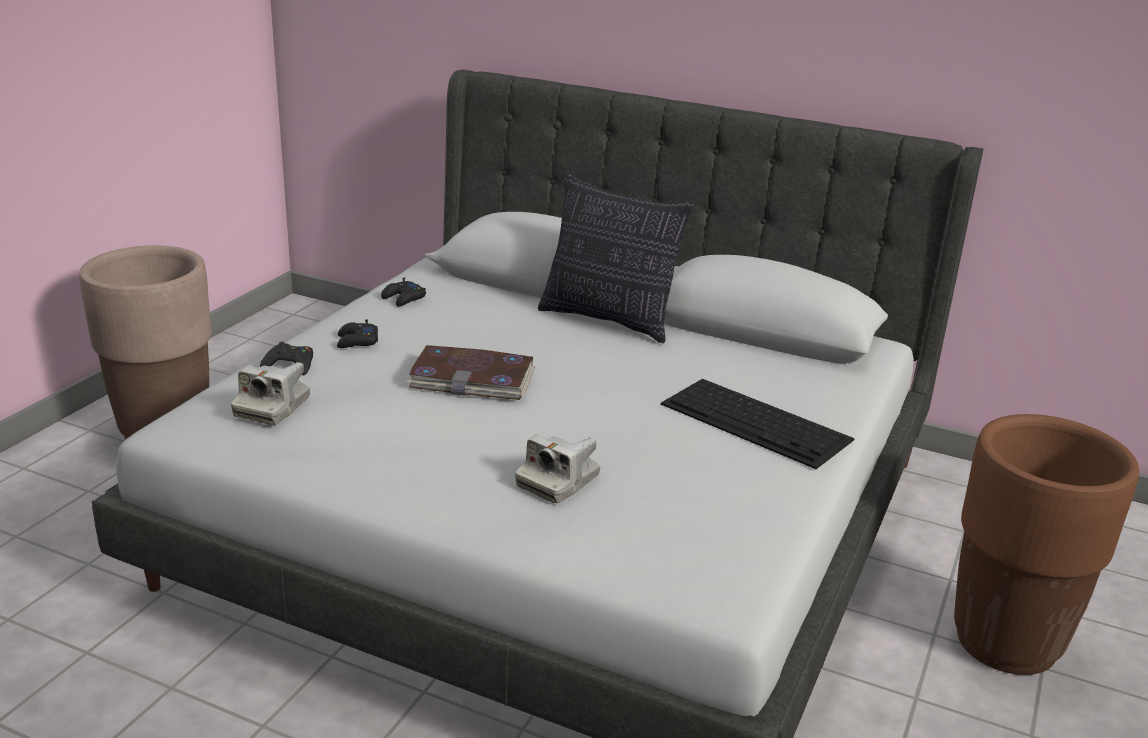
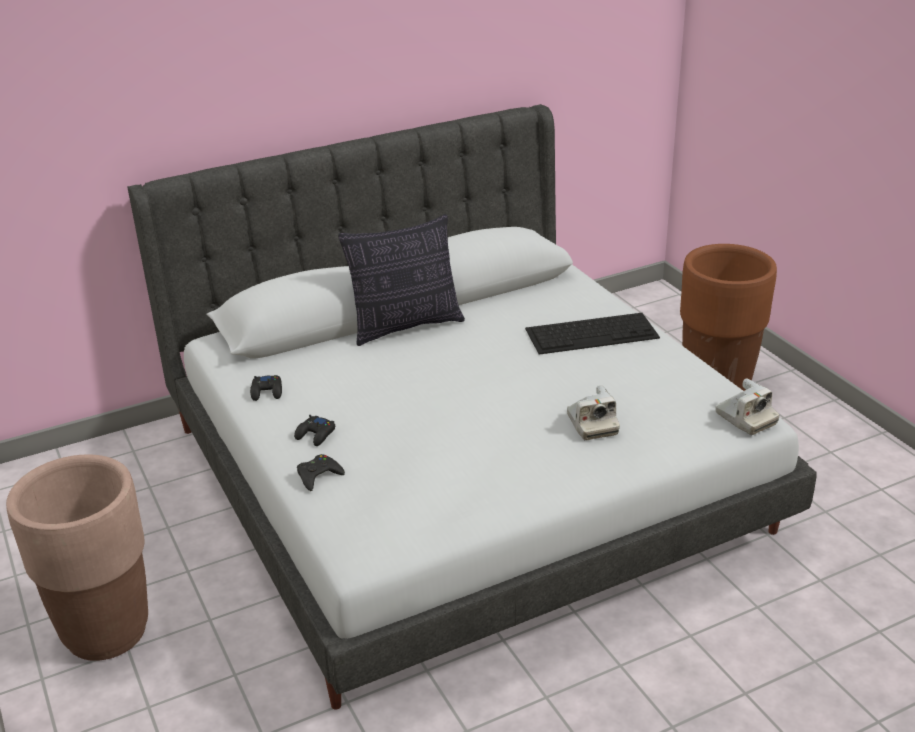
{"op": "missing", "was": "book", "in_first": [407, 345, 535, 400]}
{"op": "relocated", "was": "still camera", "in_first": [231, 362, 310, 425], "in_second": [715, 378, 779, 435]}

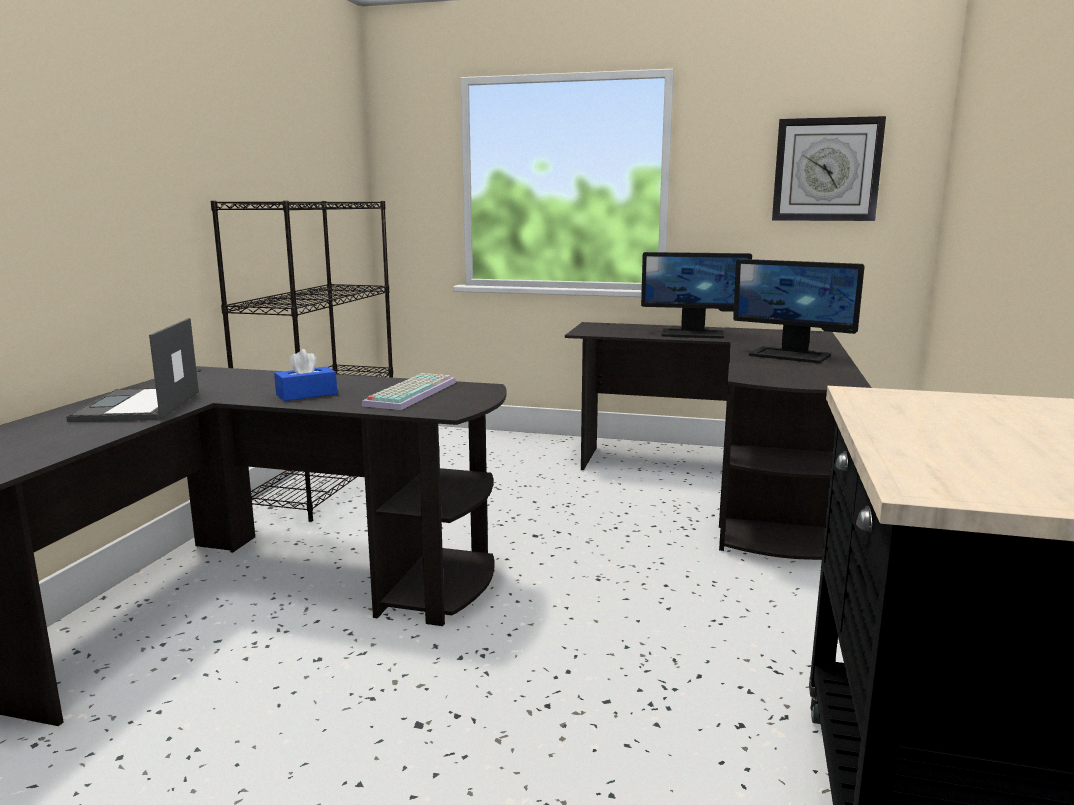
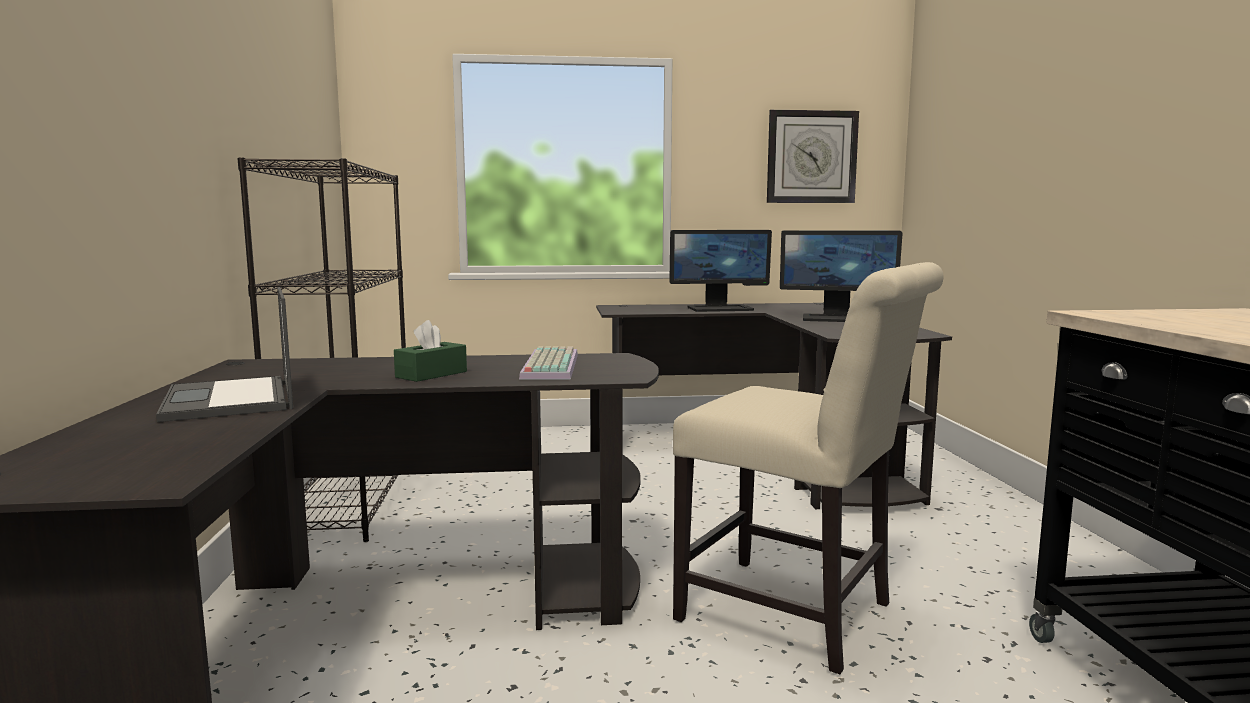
{"op": "appeared", "now": "plain chair (sand-coloured)", "in_second": [673, 262, 944, 674]}
{"op": "colour", "was": "box of tissues (bluish)", "now": "box of tissues (green)", "in_first": [274, 349, 337, 401], "in_second": [394, 320, 467, 382]}

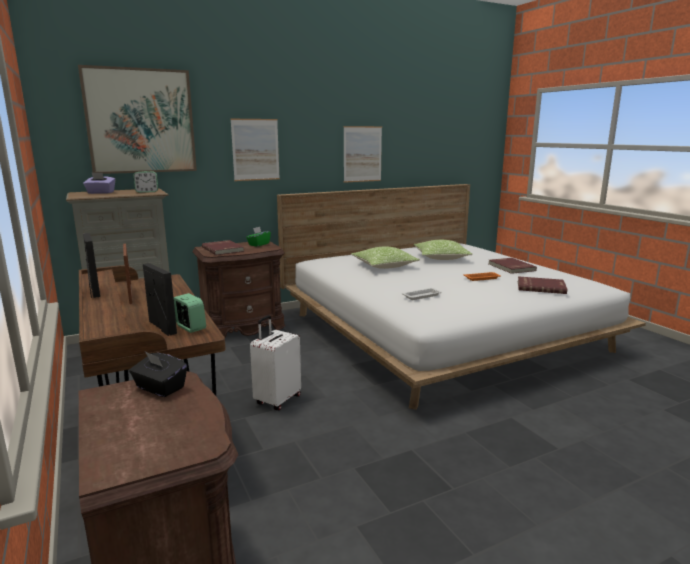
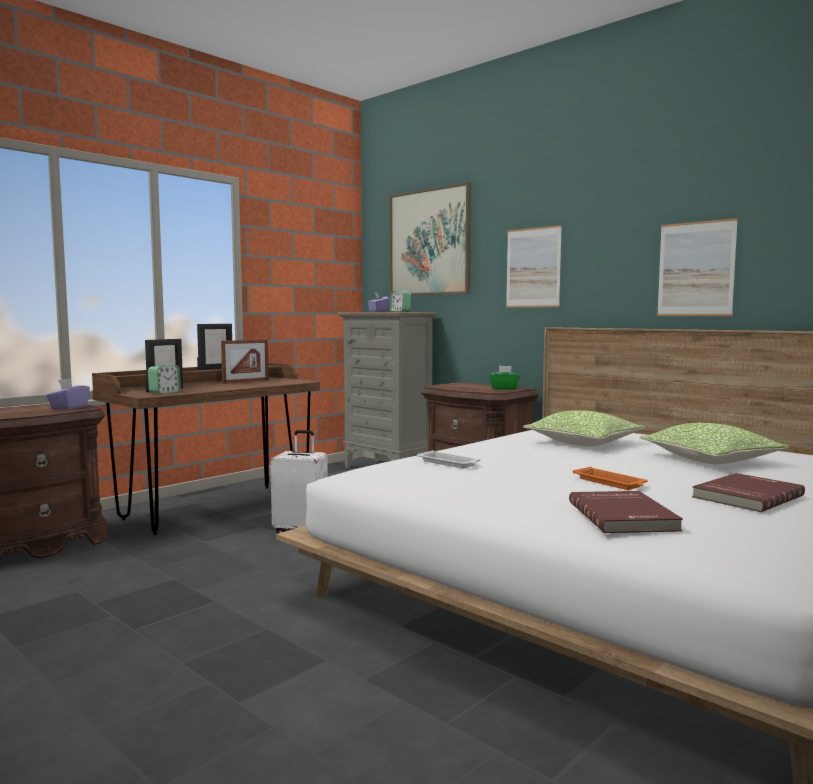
{"op": "missing", "was": "book (reddish)", "in_first": [202, 240, 244, 255]}
{"op": "colour", "was": "box of tissues (black)", "now": "box of tissues (purplish)", "in_first": [129, 352, 187, 397], "in_second": [46, 378, 90, 410]}

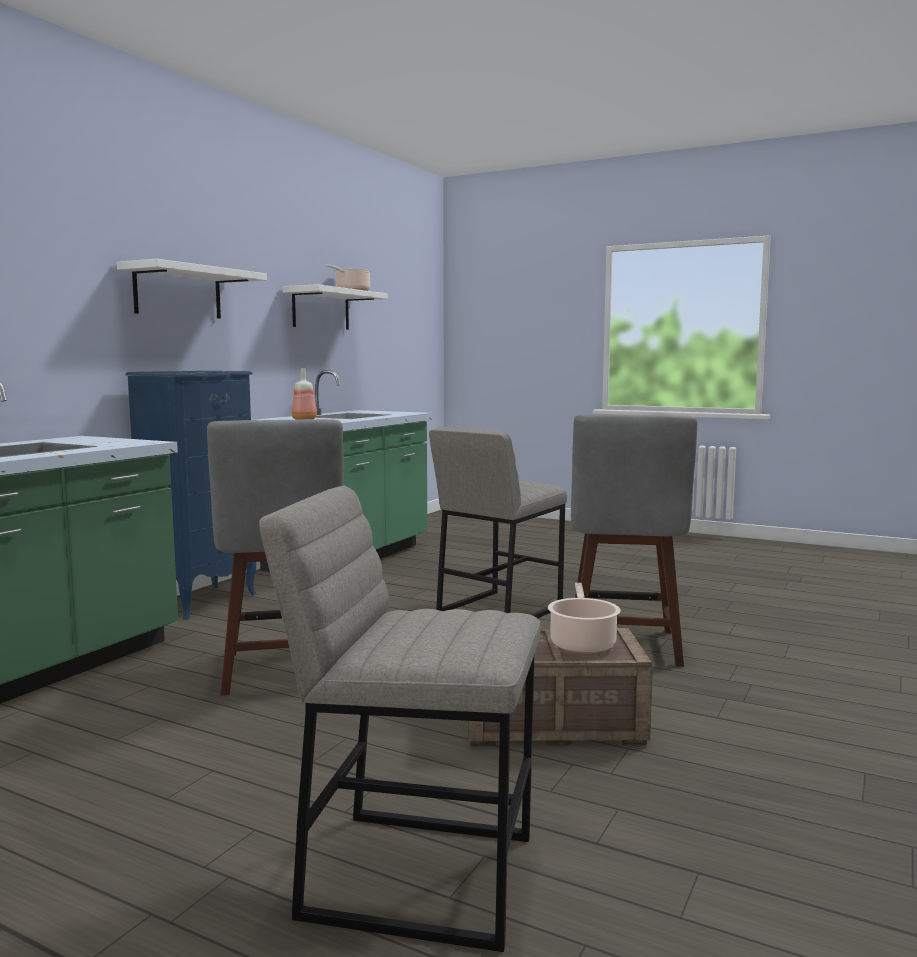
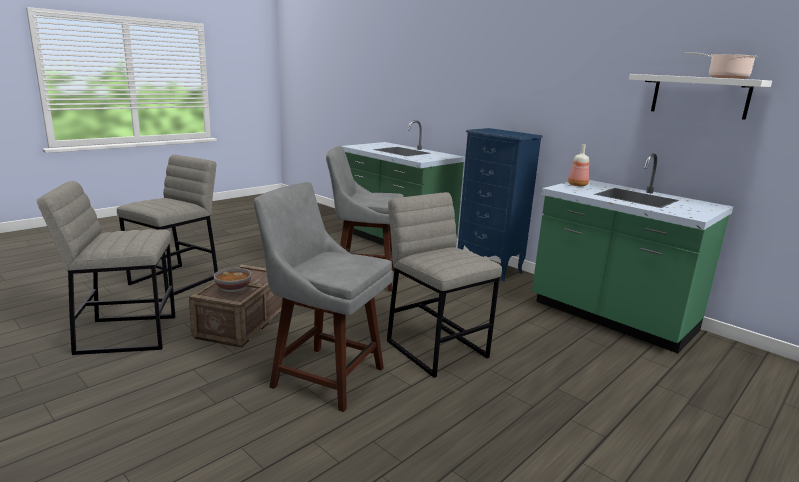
{"op": "missing", "was": "bracket shelf (white)", "in_first": [117, 259, 267, 319]}
{"op": "appeared", "now": "plain chair (gray)", "in_second": [37, 181, 175, 355]}
{"op": "exchanged", "was": "stockpot", "now": "deep dish", "in_first": [548, 583, 621, 654], "in_second": [214, 268, 252, 292]}

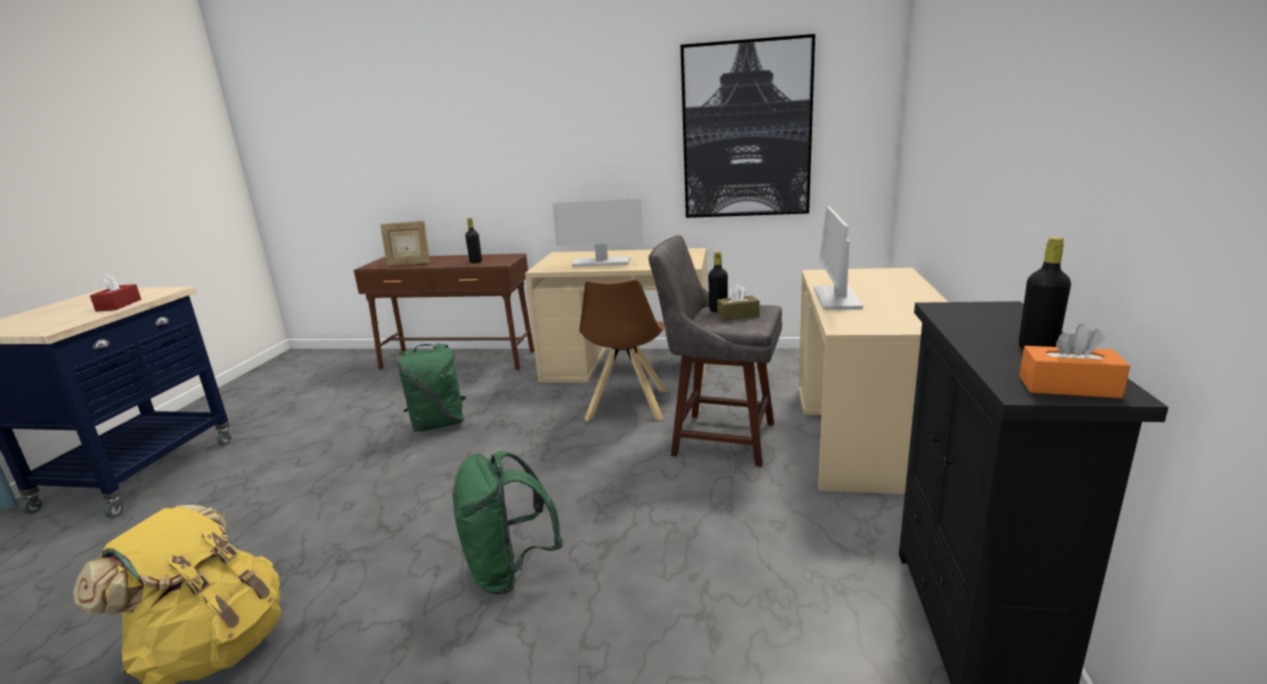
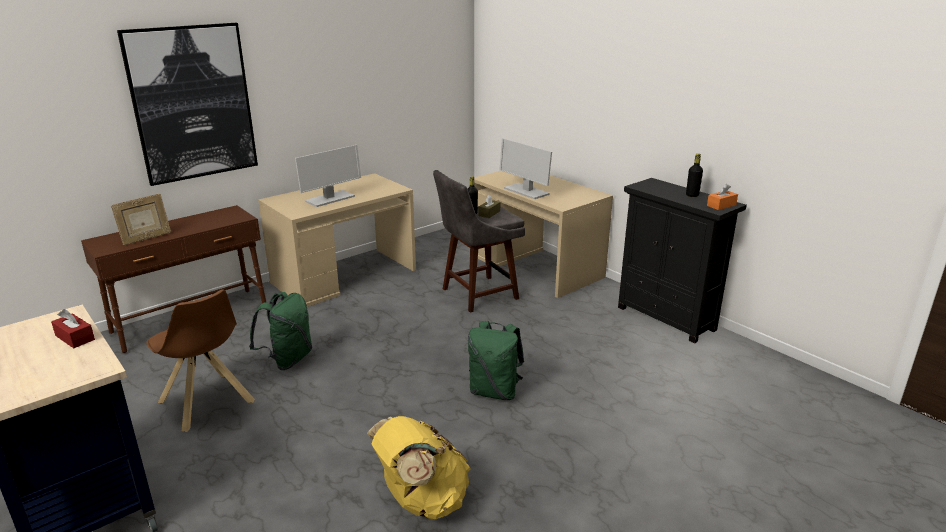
{"op": "missing", "was": "beverage bottle (black)", "in_first": [465, 218, 482, 263]}
{"op": "relocated", "was": "plain chair (brownish)", "in_first": [579, 279, 667, 421], "in_second": [146, 290, 255, 432]}
{"op": "relocated", "was": "picture", "in_first": [680, 34, 815, 218], "in_second": [117, 23, 258, 186]}

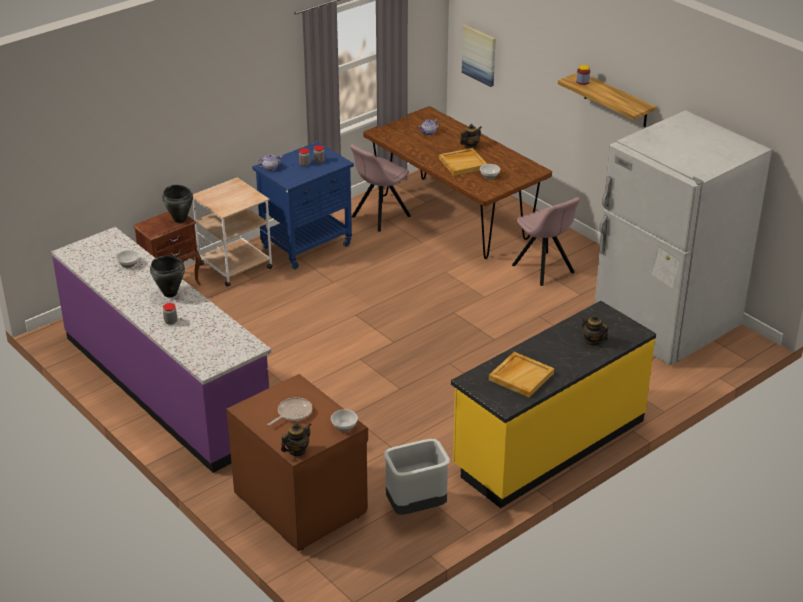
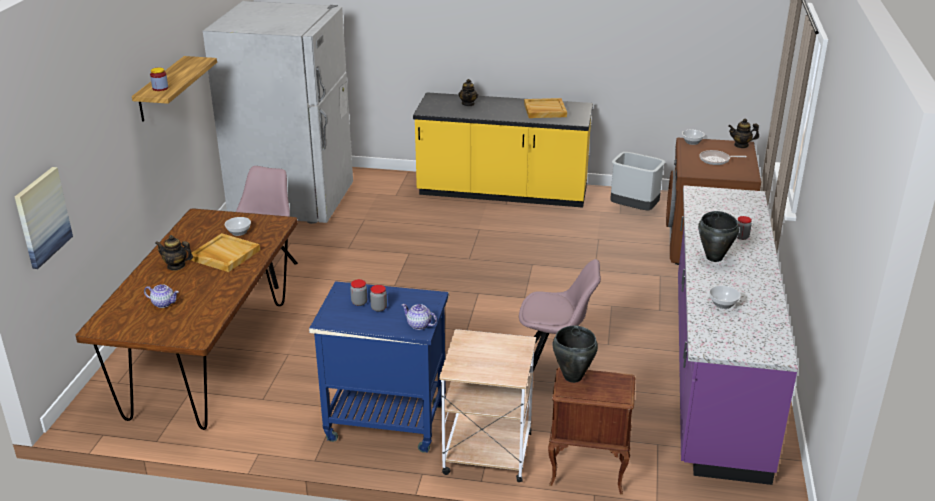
{"op": "relocated", "was": "plain chair (pinkish)", "in_first": [350, 144, 411, 232], "in_second": [519, 259, 601, 372]}

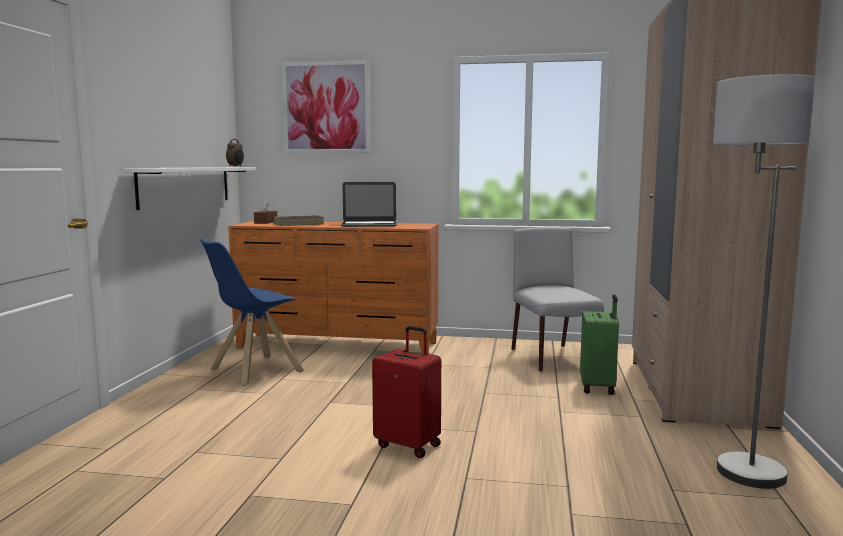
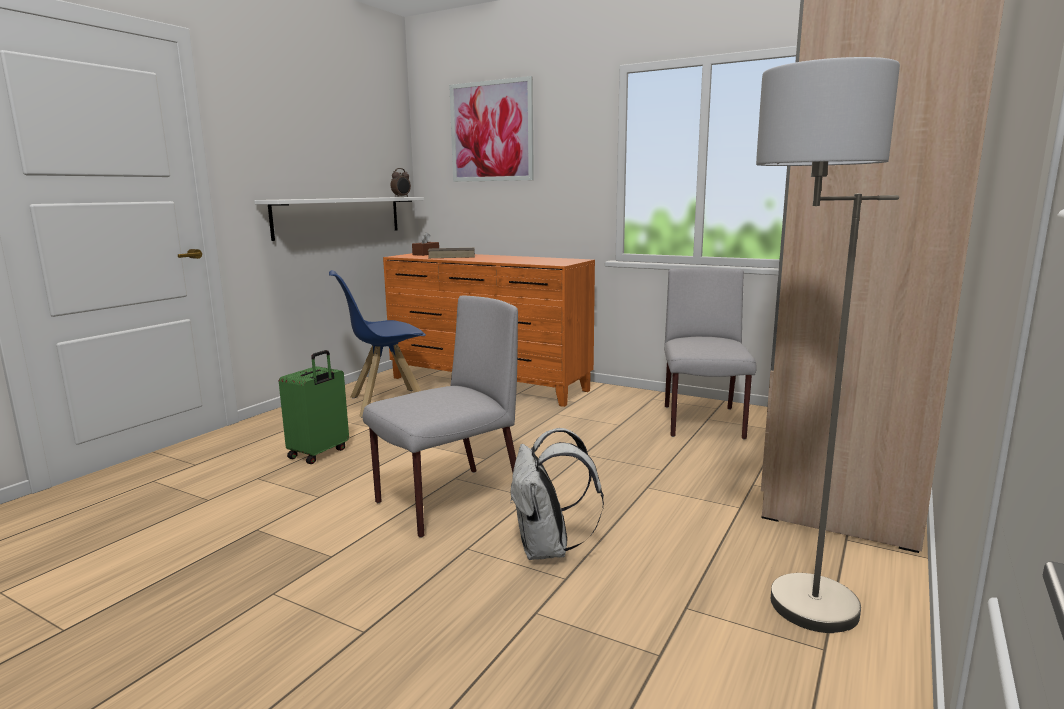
{"op": "missing", "was": "portable computer", "in_first": [341, 182, 397, 227]}
{"op": "appeared", "now": "knapsack (white)", "in_second": [510, 428, 604, 560]}
{"op": "relocated", "was": "piece of luggage (green)", "in_first": [580, 294, 619, 395], "in_second": [279, 350, 349, 464]}
{"op": "exchanged", "was": "piece of luggage (reddish)", "now": "plain chair (gray)", "in_first": [372, 326, 441, 458], "in_second": [363, 295, 518, 538]}

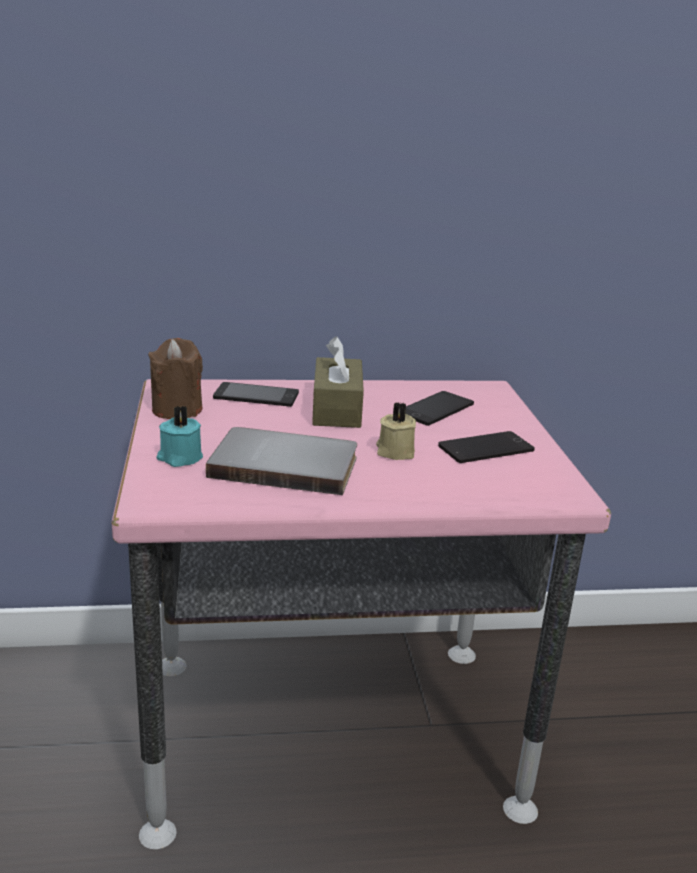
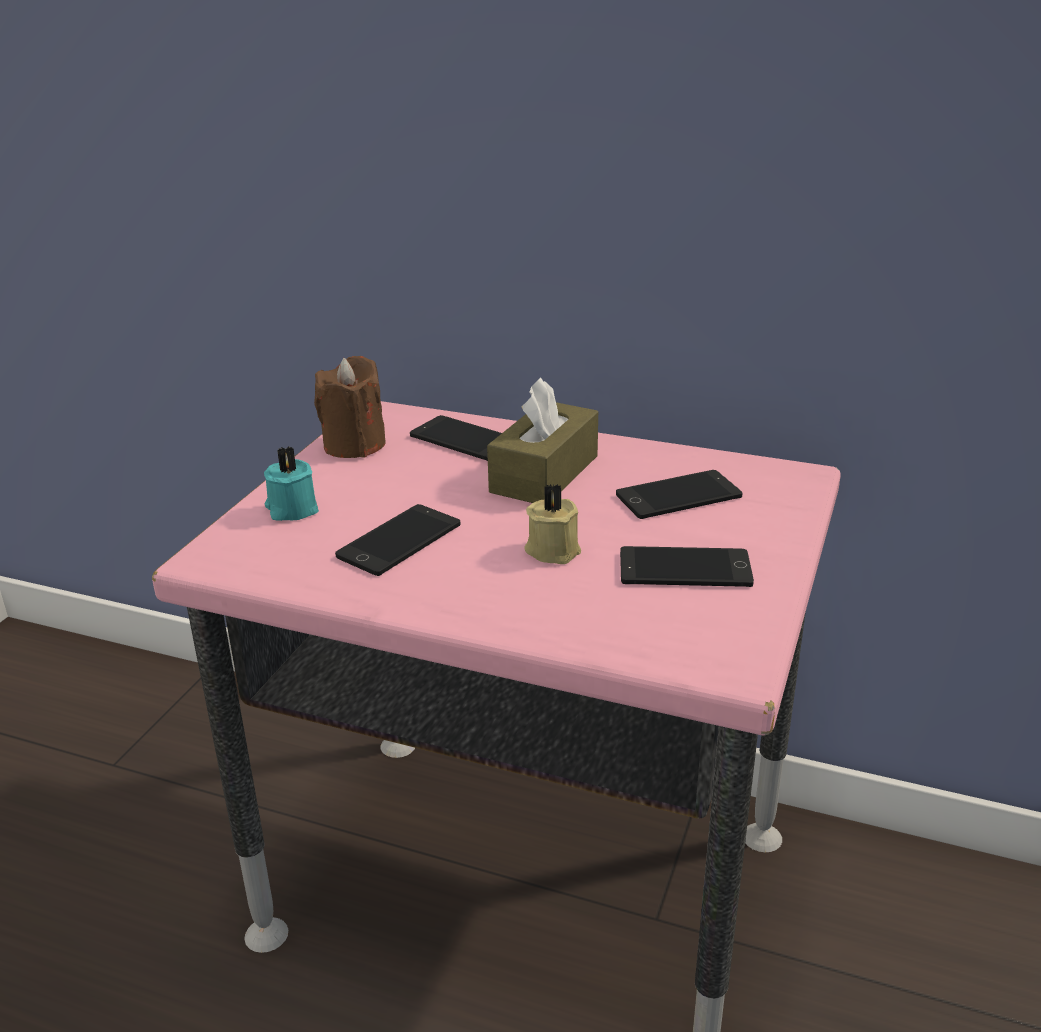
{"op": "exchanged", "was": "book (gray)", "now": "phone", "in_first": [206, 427, 357, 495], "in_second": [335, 504, 461, 576]}

